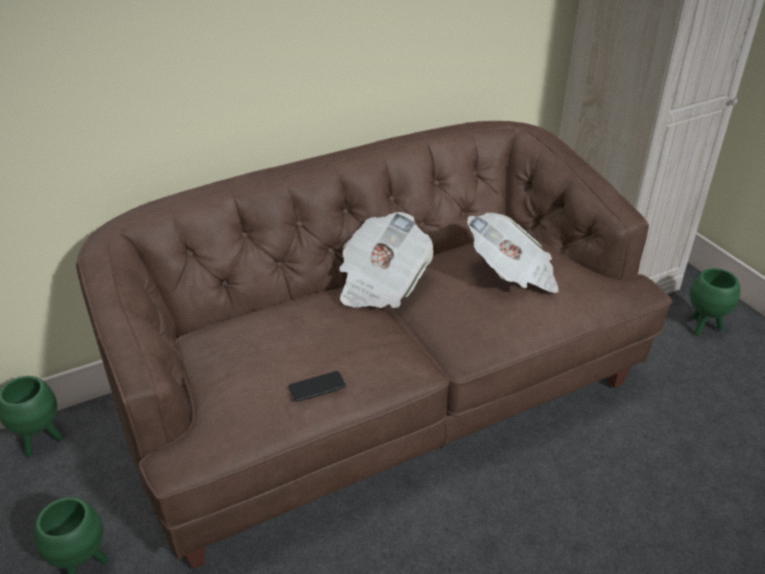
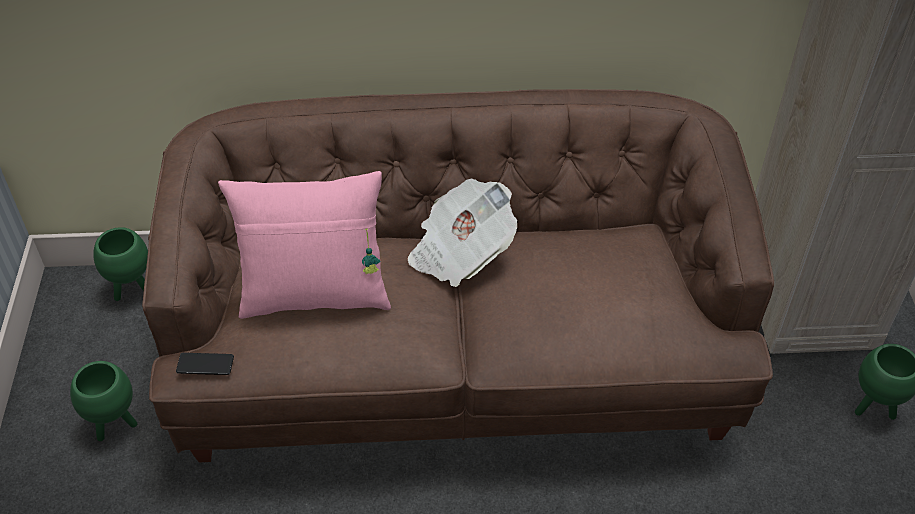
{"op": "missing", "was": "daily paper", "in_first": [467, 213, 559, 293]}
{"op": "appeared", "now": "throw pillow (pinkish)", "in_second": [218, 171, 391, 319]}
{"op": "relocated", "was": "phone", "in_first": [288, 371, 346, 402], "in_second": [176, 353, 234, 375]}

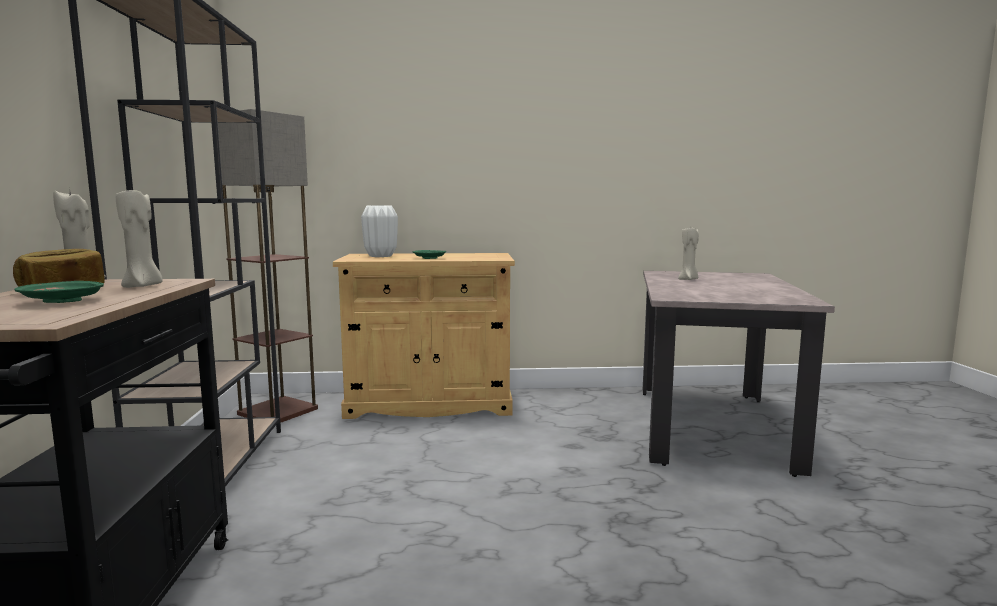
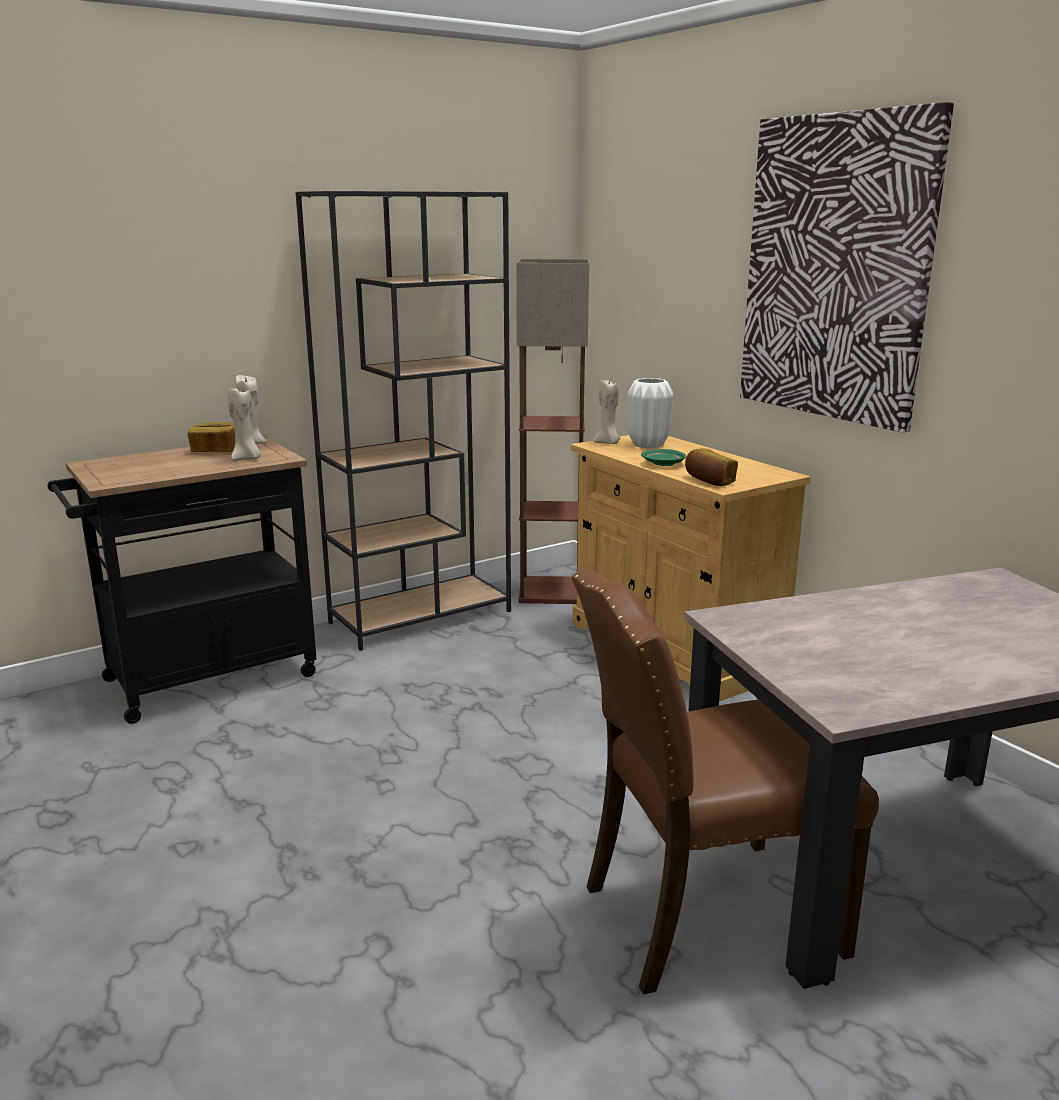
{"op": "missing", "was": "plate (green)", "in_first": [15, 281, 104, 303]}
{"op": "appeared", "now": "plain chair (brownish)", "in_second": [571, 568, 879, 995]}
{"op": "appeared", "now": "baked bread", "in_second": [685, 448, 738, 486]}
{"op": "appeared", "now": "picture", "in_second": [740, 102, 954, 433]}
{"op": "relocated", "was": "wax candle (sand-coloured)", "in_first": [678, 228, 699, 280], "in_second": [593, 378, 620, 444]}

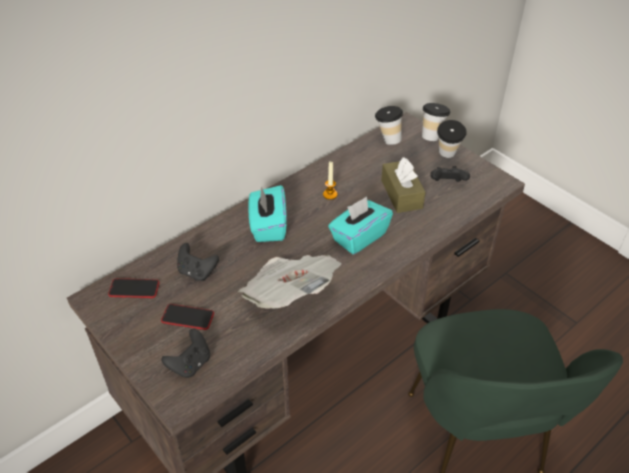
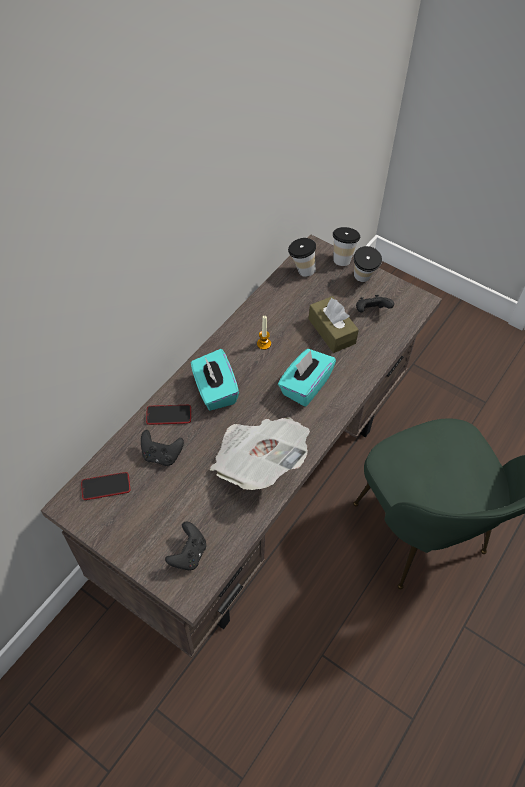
{"op": "relocated", "was": "phone", "in_first": [161, 304, 214, 330], "in_second": [146, 405, 191, 425]}

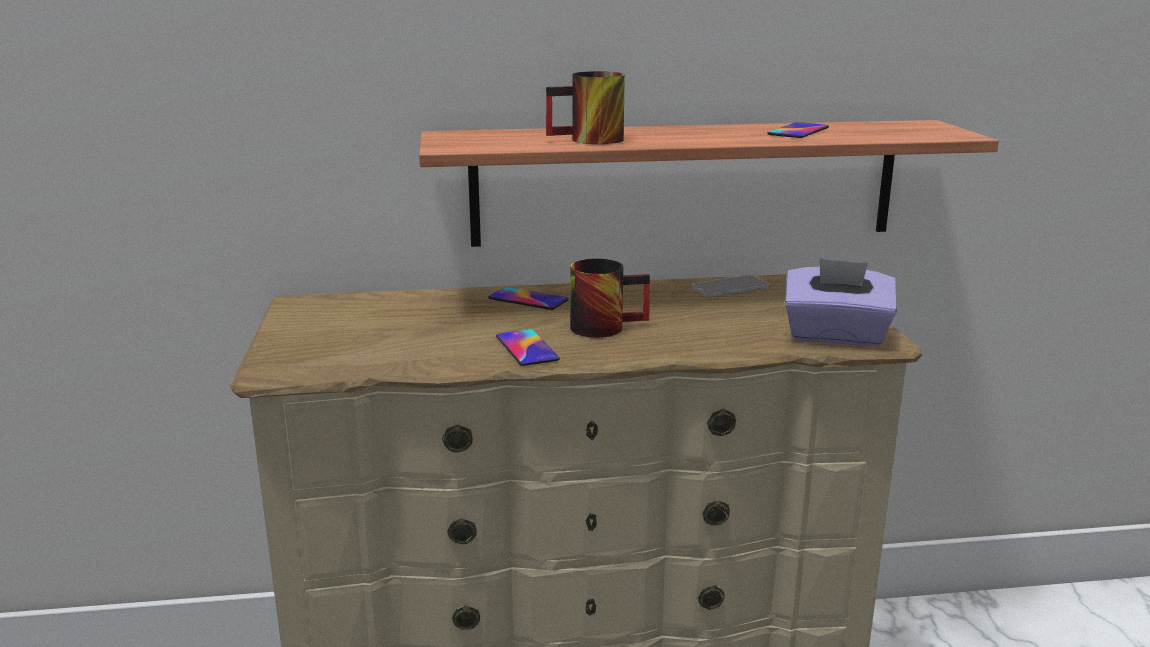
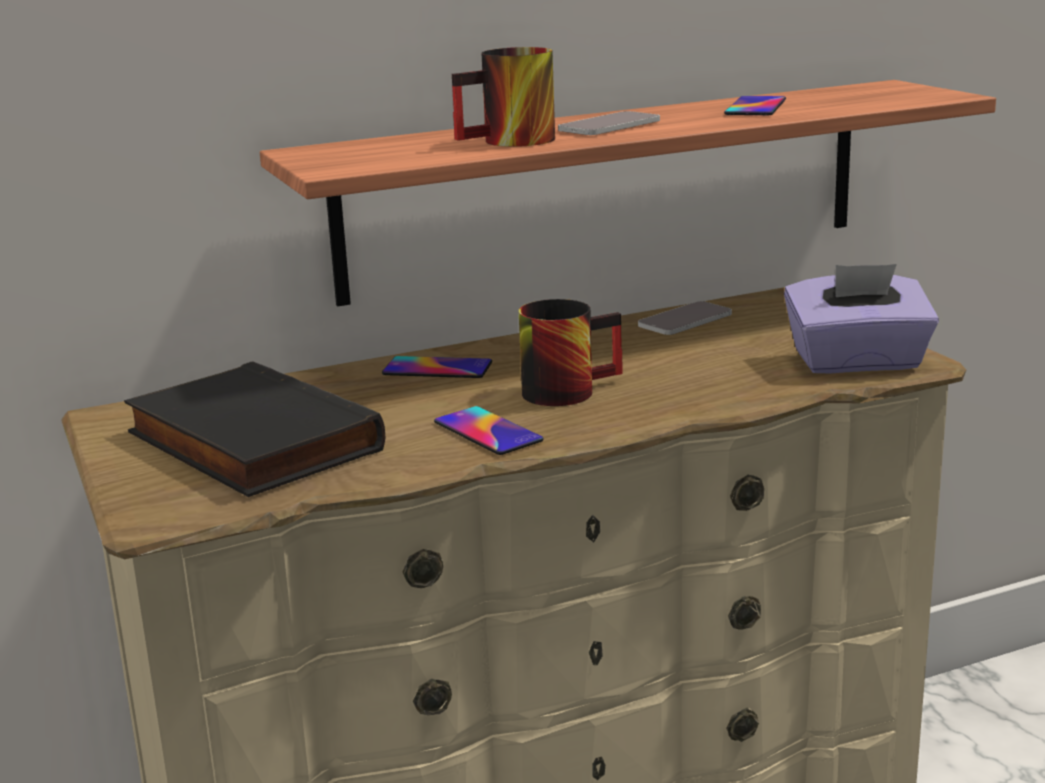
{"op": "appeared", "now": "book (black)", "in_second": [124, 361, 385, 497]}
{"op": "appeared", "now": "phone", "in_second": [558, 111, 660, 135]}

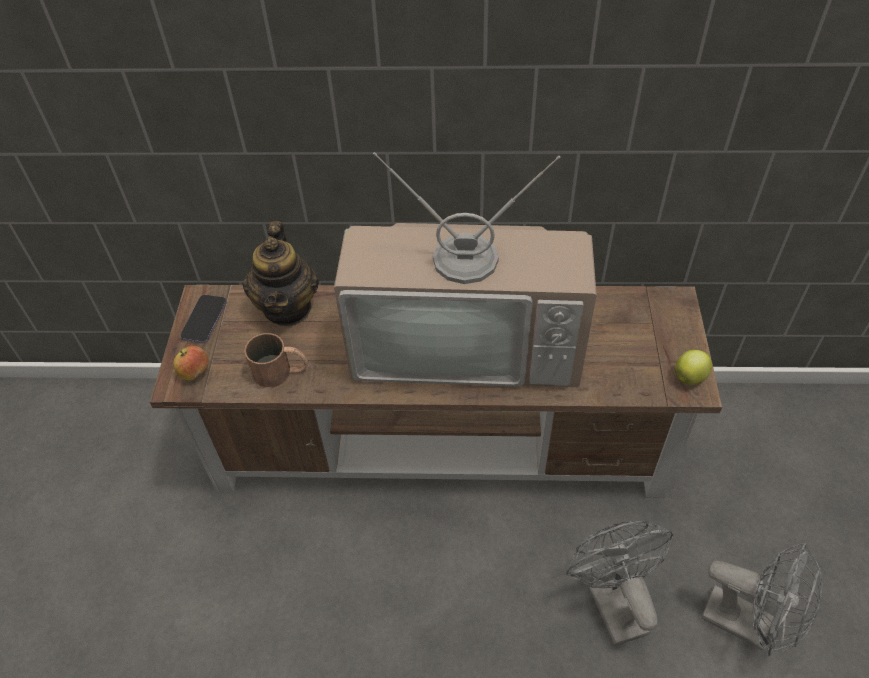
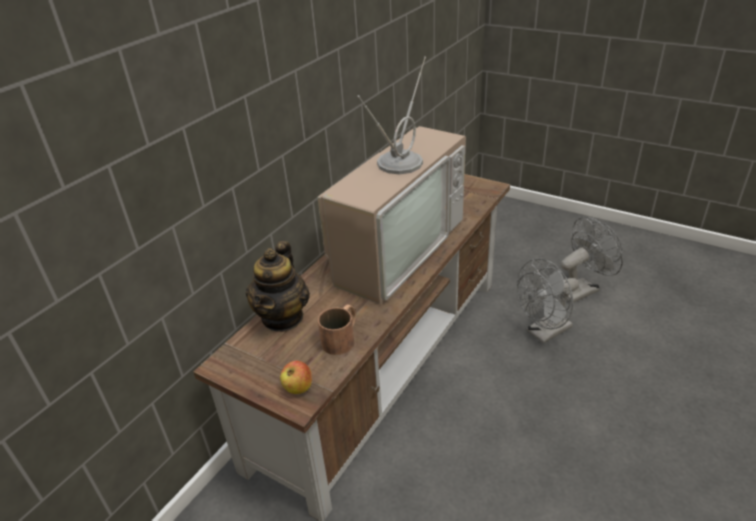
{"op": "missing", "was": "phone", "in_first": [180, 295, 227, 343]}
{"op": "missing", "was": "whole apple", "in_first": [675, 350, 712, 385]}
{"op": "spun", "was": "tea pot", "in_first": [243, 221, 319, 326], "in_second": [246, 241, 310, 332], "clockwise": 75}
{"op": "spun", "was": "fan (gray)", "in_first": [566, 520, 674, 646], "in_second": [517, 258, 579, 344], "clockwise": -45}

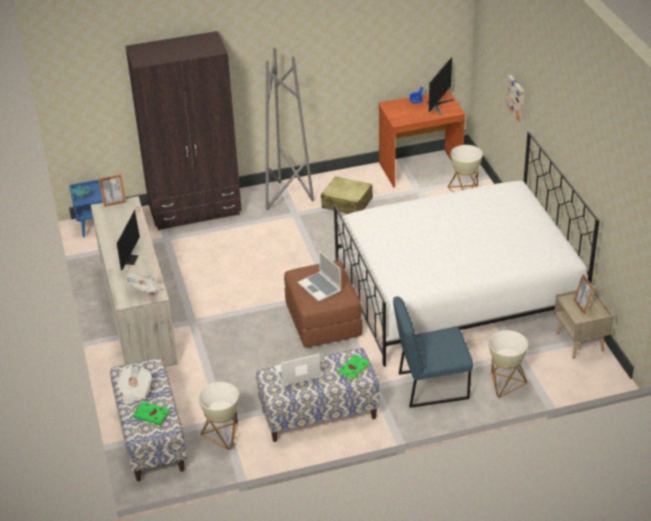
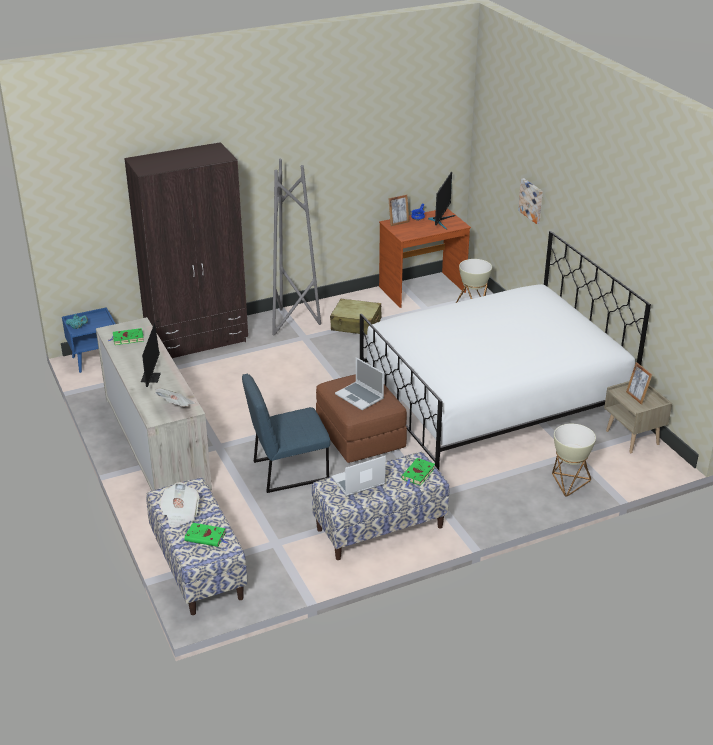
{"op": "missing", "was": "plant pot", "in_first": [198, 382, 239, 450]}
{"op": "appeared", "now": "book (green)", "in_second": [108, 328, 144, 345]}
{"op": "relocated", "was": "photo frame", "in_first": [99, 174, 126, 207], "in_second": [388, 195, 409, 226]}
{"op": "relocated", "was": "plain chair (bluish)", "in_first": [393, 296, 473, 408], "in_second": [242, 374, 330, 493]}

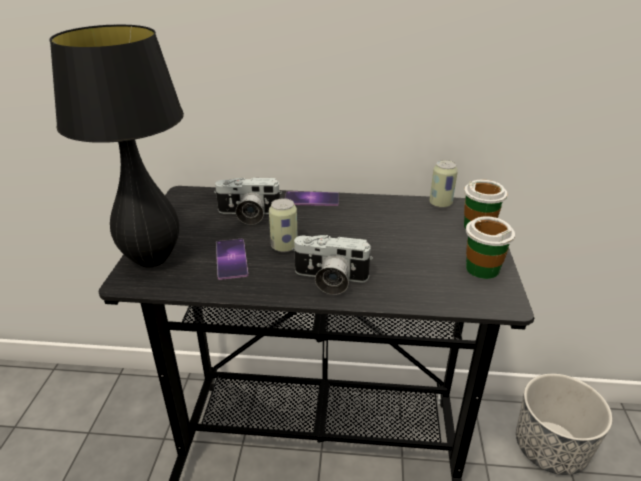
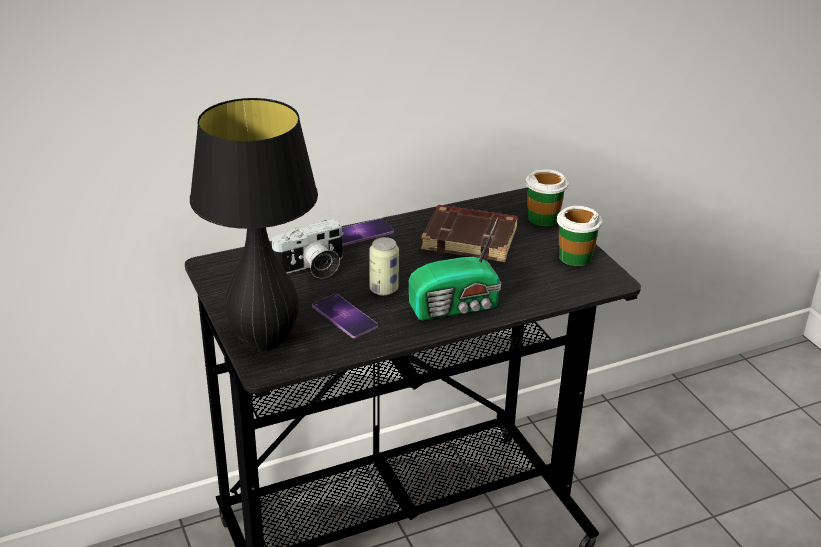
{"op": "missing", "was": "sealed can", "in_first": [429, 160, 458, 208]}
{"op": "missing", "was": "plant pot", "in_first": [516, 374, 613, 475]}
{"op": "appeared", "now": "book (brownish)", "in_second": [421, 205, 518, 262]}
{"op": "exchanged", "was": "still camera", "now": "radio", "in_first": [292, 235, 373, 295], "in_second": [409, 217, 501, 321]}

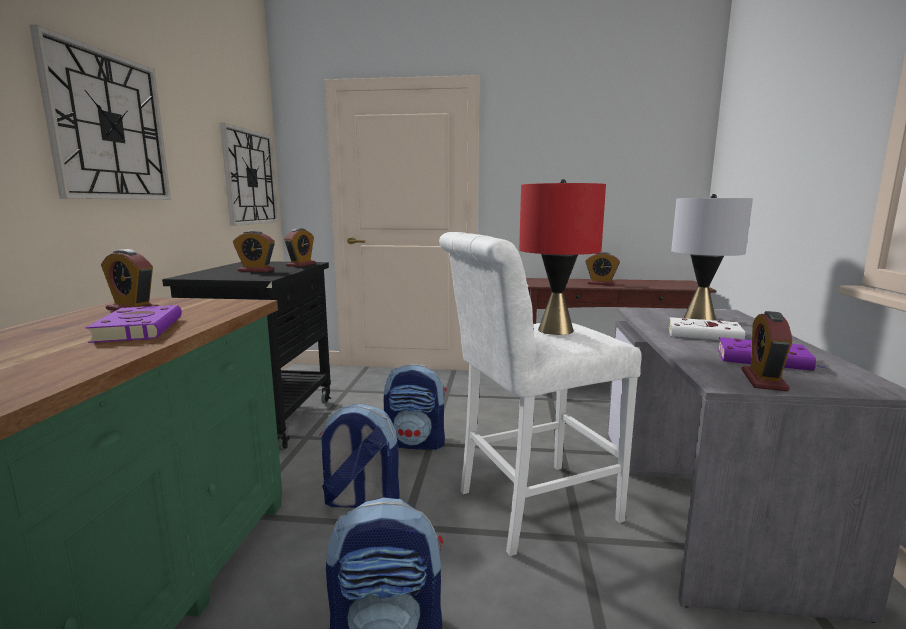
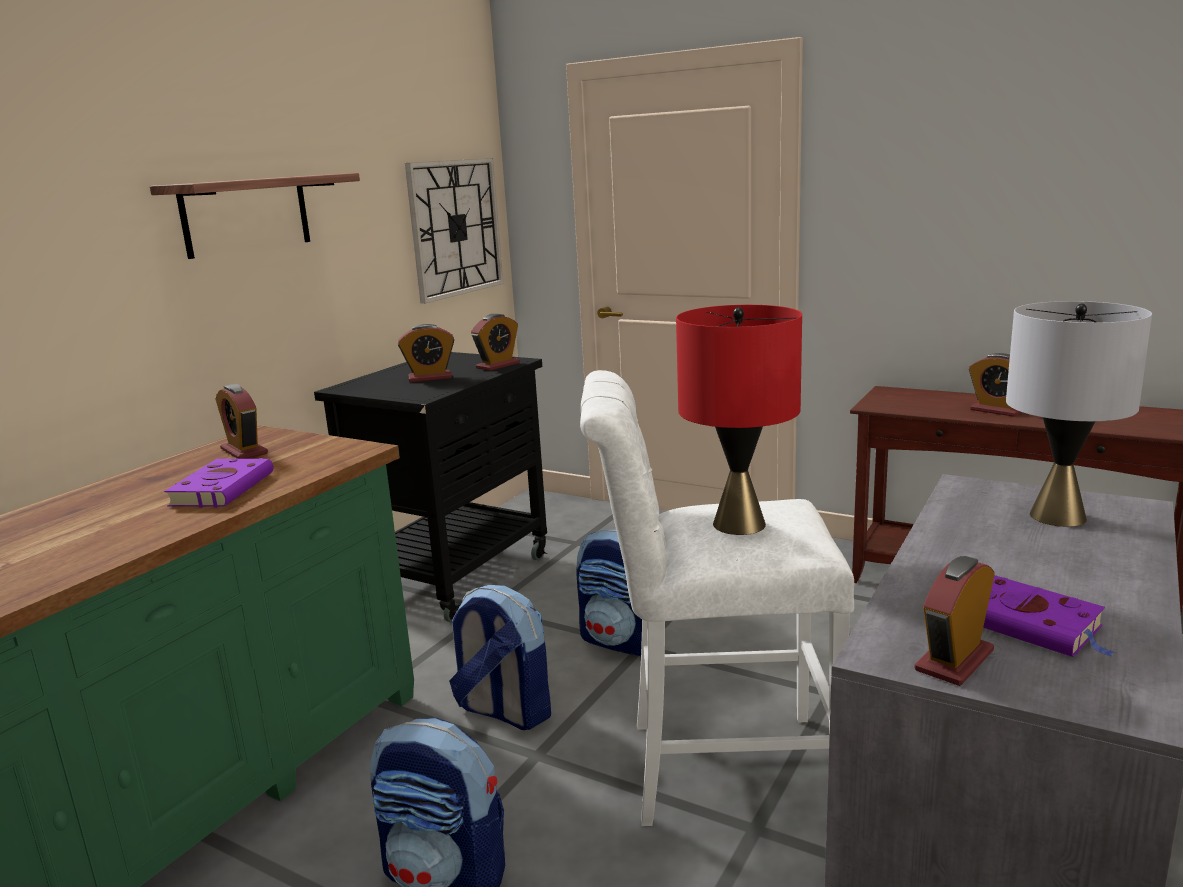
{"op": "missing", "was": "book (white)", "in_first": [669, 317, 752, 340]}
{"op": "exchanged", "was": "clock on the wall", "now": "bracket shelf", "in_first": [30, 25, 171, 200], "in_second": [150, 173, 360, 259]}
{"op": "spun", "was": "bedside clock", "in_first": [233, 230, 275, 272], "in_second": [398, 324, 454, 382], "clockwise": -45}

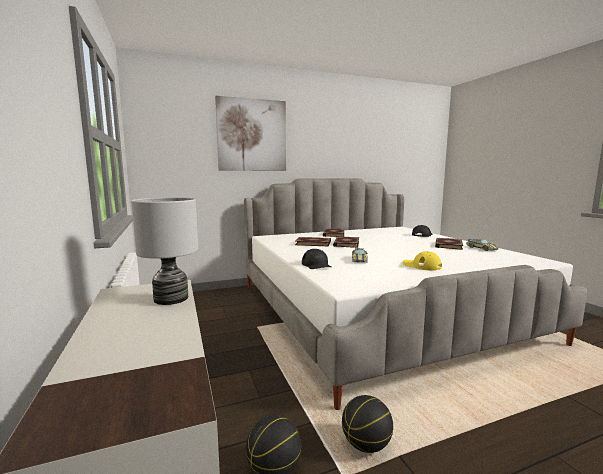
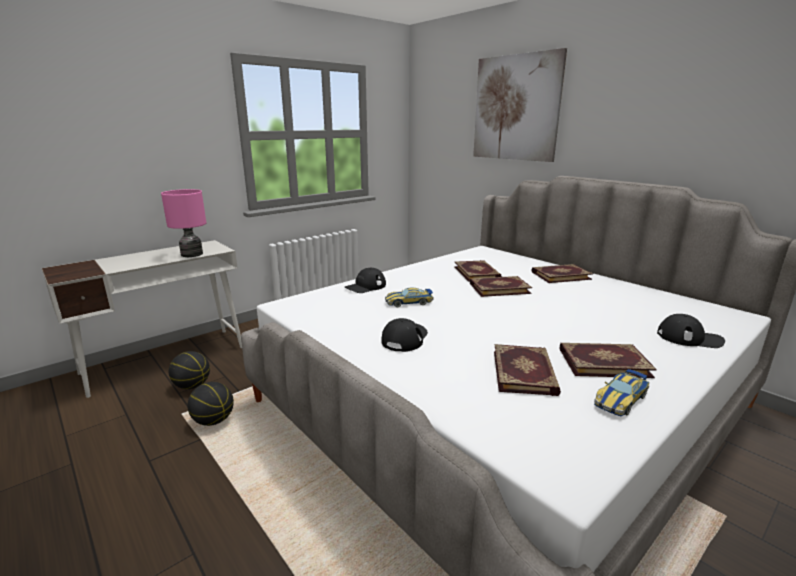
{"op": "appeared", "now": "book", "in_second": [494, 344, 561, 396]}
{"op": "colour", "was": "lamp for a table (gray)", "now": "lamp for a table (pinkish)", "in_first": [131, 197, 198, 305], "in_second": [161, 189, 206, 257]}
{"op": "colour", "was": "cap (yellow)", "now": "cap (black)", "in_first": [402, 251, 442, 271], "in_second": [381, 318, 428, 352]}

